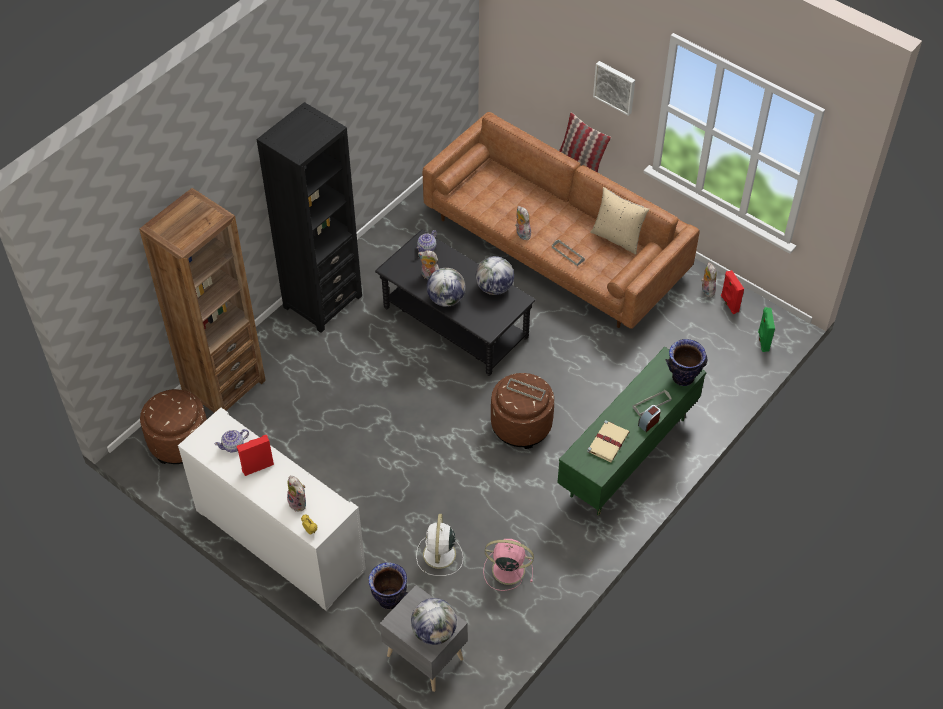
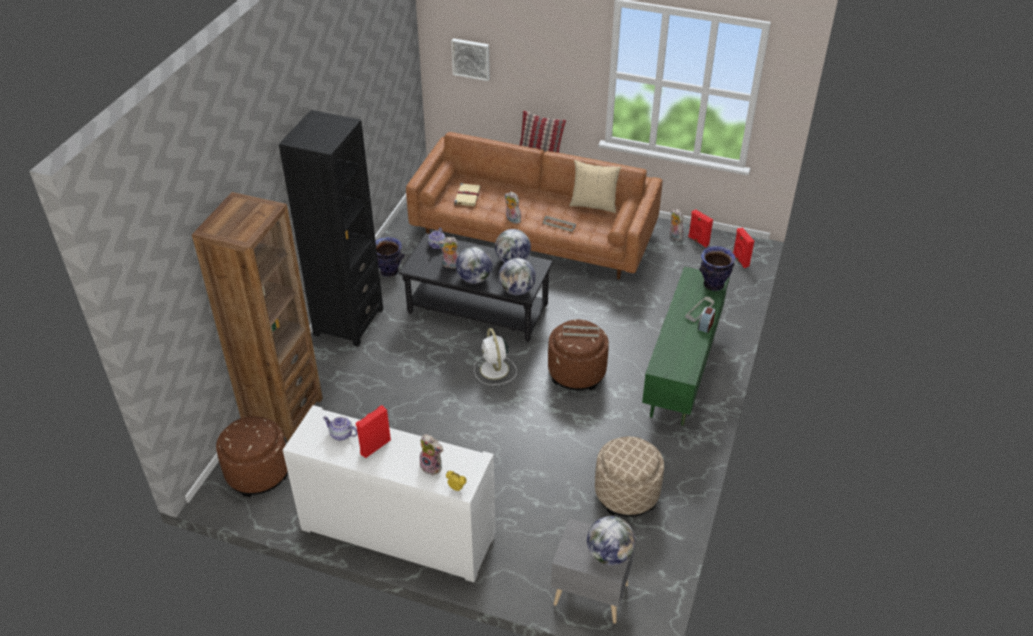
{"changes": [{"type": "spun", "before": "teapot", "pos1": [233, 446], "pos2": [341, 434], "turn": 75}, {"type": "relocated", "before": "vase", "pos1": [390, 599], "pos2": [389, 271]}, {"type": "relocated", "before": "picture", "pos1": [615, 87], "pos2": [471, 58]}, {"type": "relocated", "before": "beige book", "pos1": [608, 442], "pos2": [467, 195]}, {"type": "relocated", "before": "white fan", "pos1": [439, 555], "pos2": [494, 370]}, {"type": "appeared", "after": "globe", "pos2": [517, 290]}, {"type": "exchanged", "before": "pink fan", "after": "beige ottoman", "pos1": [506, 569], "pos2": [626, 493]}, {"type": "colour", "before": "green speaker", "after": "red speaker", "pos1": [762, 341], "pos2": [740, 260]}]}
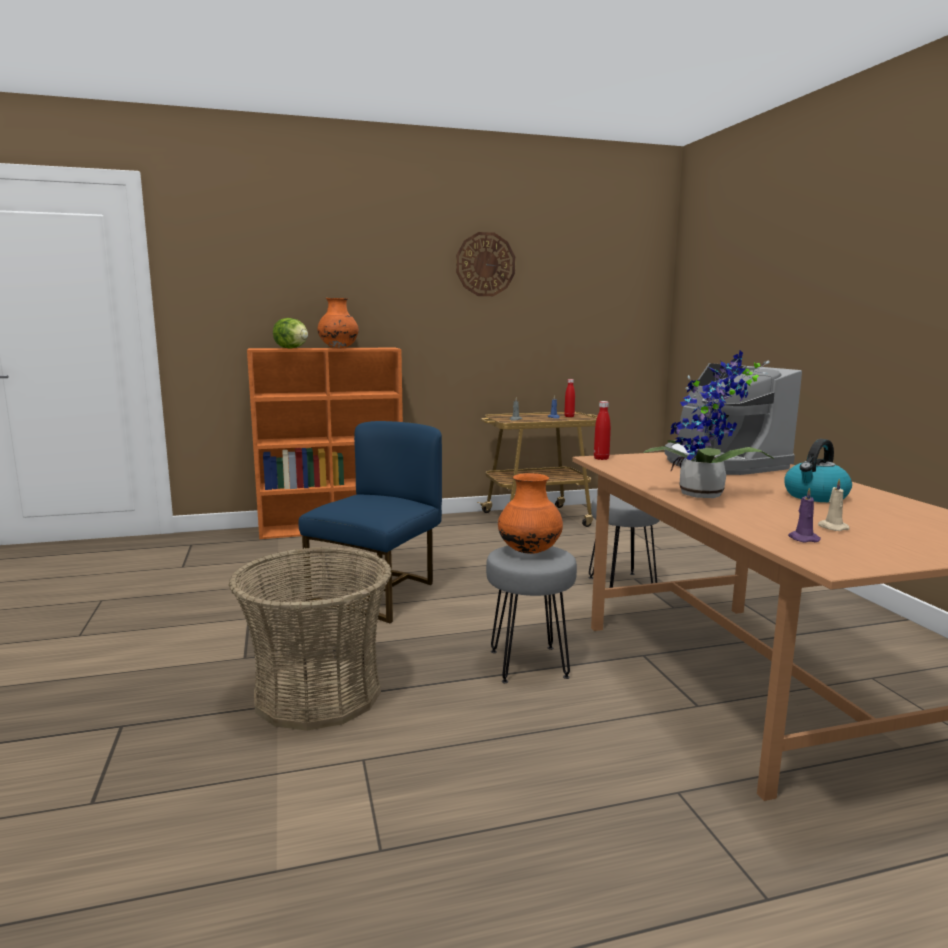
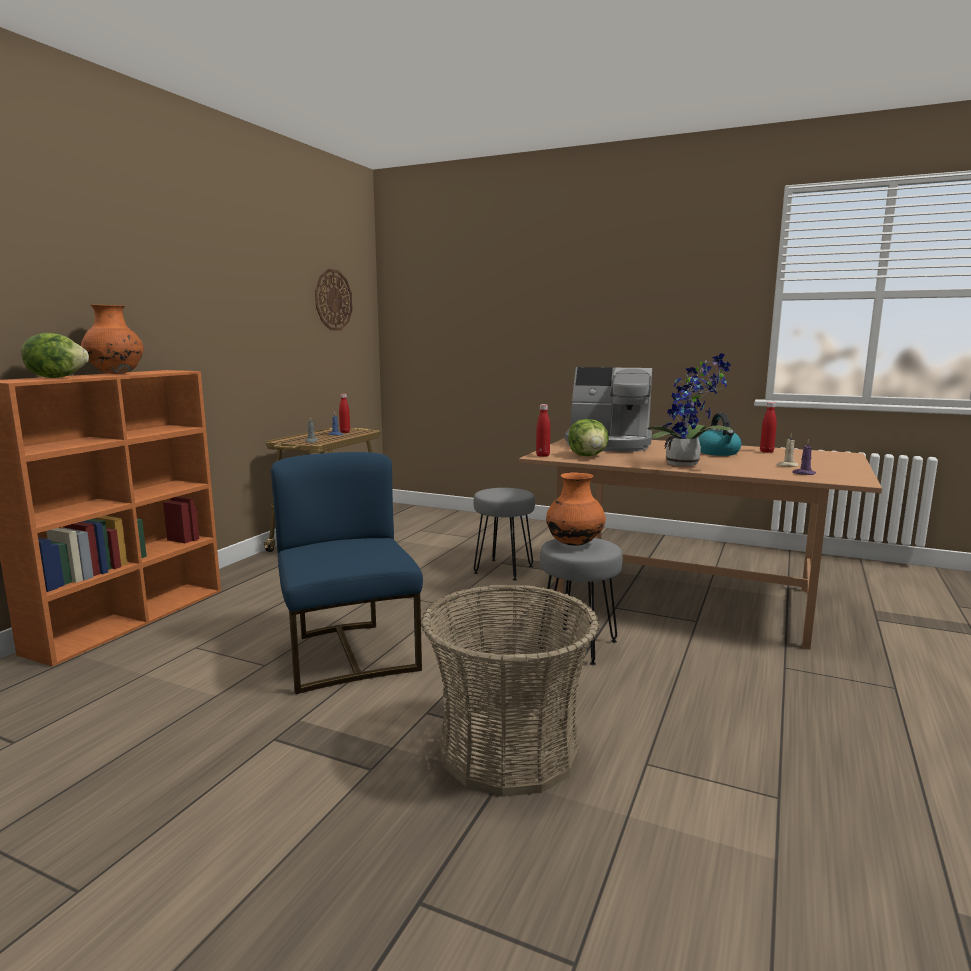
{"changes": [{"type": "relocated", "before": "wall clock", "pos1": [485, 264], "pos2": [333, 300]}, {"type": "appeared", "after": "lettuce", "pos2": [588, 456]}, {"type": "appeared", "after": "red bottle", "pos2": [766, 451]}]}
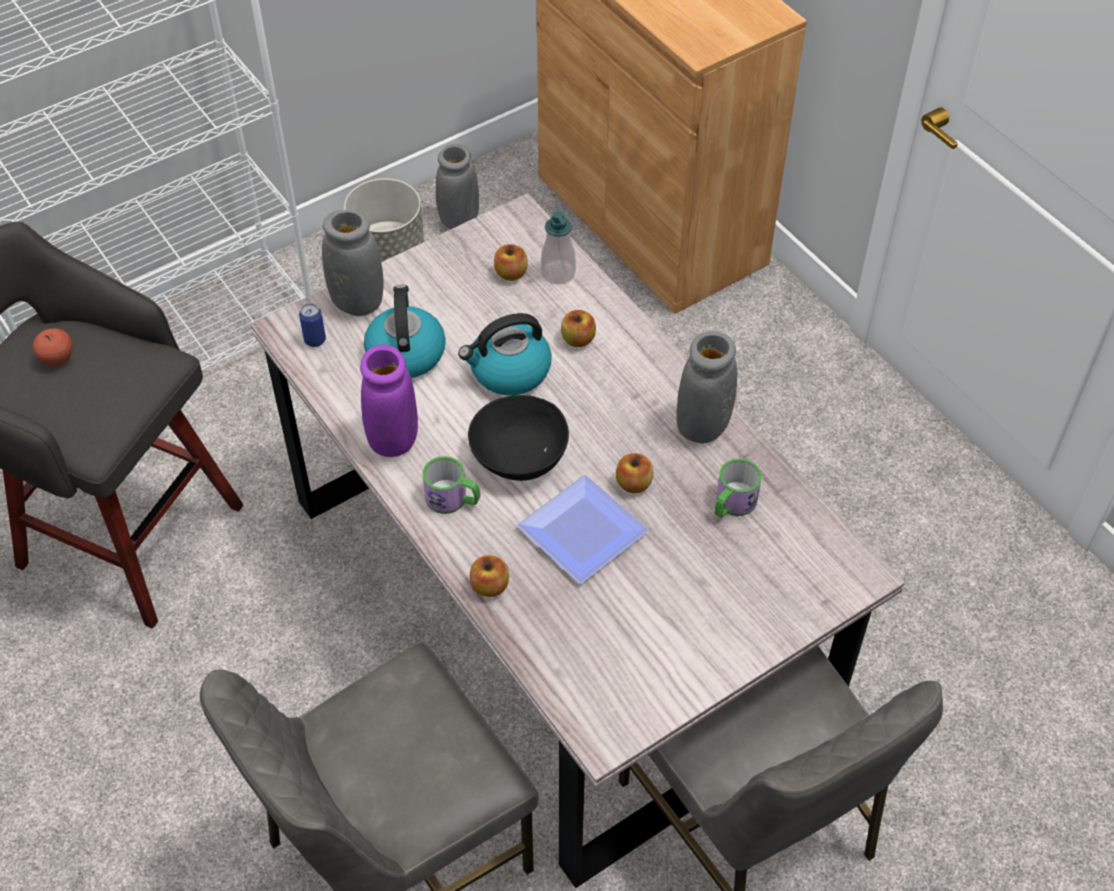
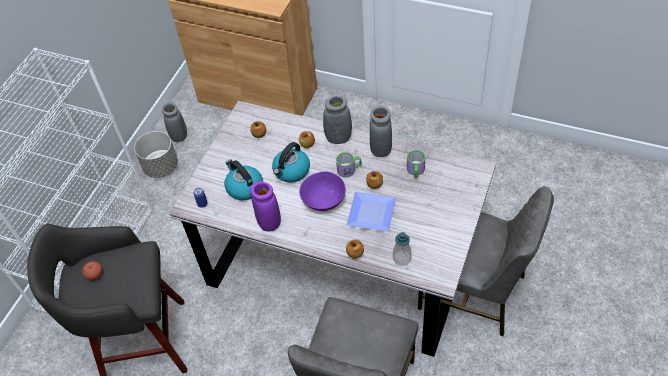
{"changes": [{"type": "colour", "before": "black bowl", "after": "purple bowl", "pos1": [519, 457], "pos2": [323, 200]}, {"type": "relocated", "before": "grey vase", "pos1": [357, 302], "pos2": [338, 138]}, {"type": "relocated", "before": "mug", "pos1": [453, 499], "pos2": [349, 169]}, {"type": "relocated", "before": "soap dispenser", "pos1": [558, 273], "pos2": [402, 258]}]}
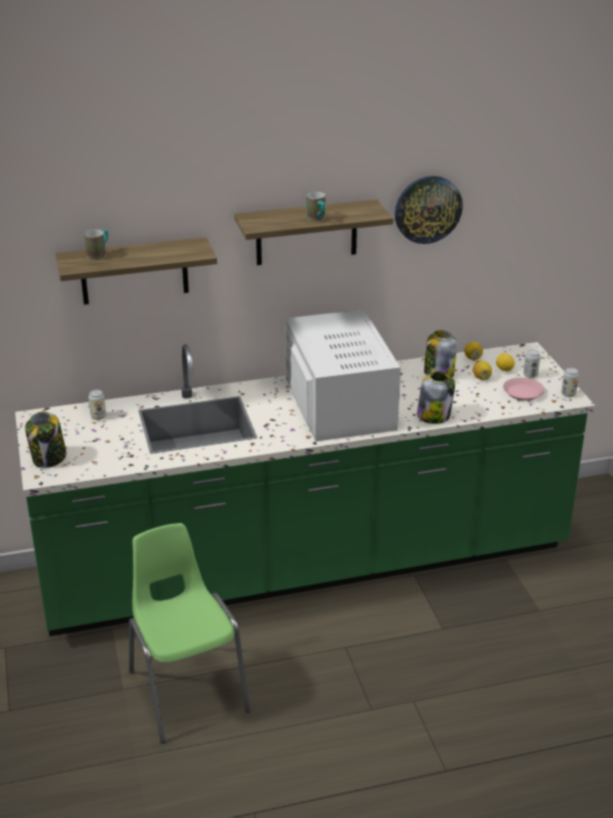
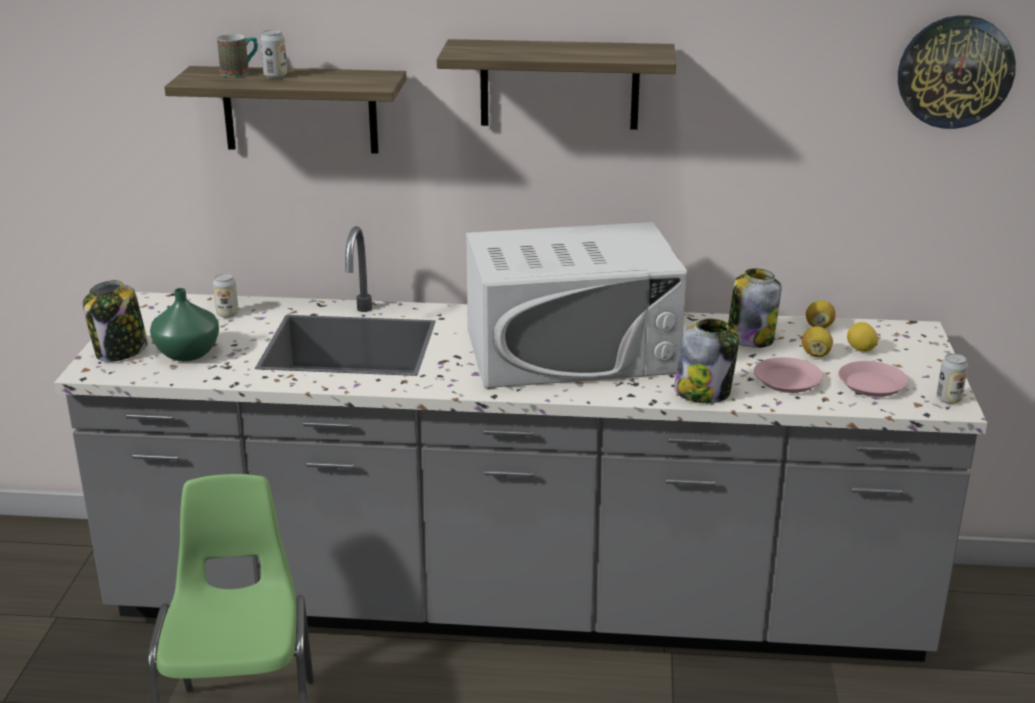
{"changes": [{"type": "colour", "before": "green counter", "after": "grey counter", "pos1": [306, 567], "pos2": [517, 603]}, {"type": "appeared", "after": "green vase", "pos2": [186, 353]}, {"type": "relocated", "before": "can", "pos1": [530, 375], "pos2": [275, 76]}, {"type": "spun", "before": "white microwave", "pos1": [339, 402], "pos2": [571, 351], "turn": 75}, {"type": "appeared", "after": "pink plate", "pos2": [787, 381]}, {"type": "relocated", "before": "wall clock", "pos1": [427, 209], "pos2": [955, 71]}, {"type": "missing", "before": "mug", "pos1": [317, 219]}]}
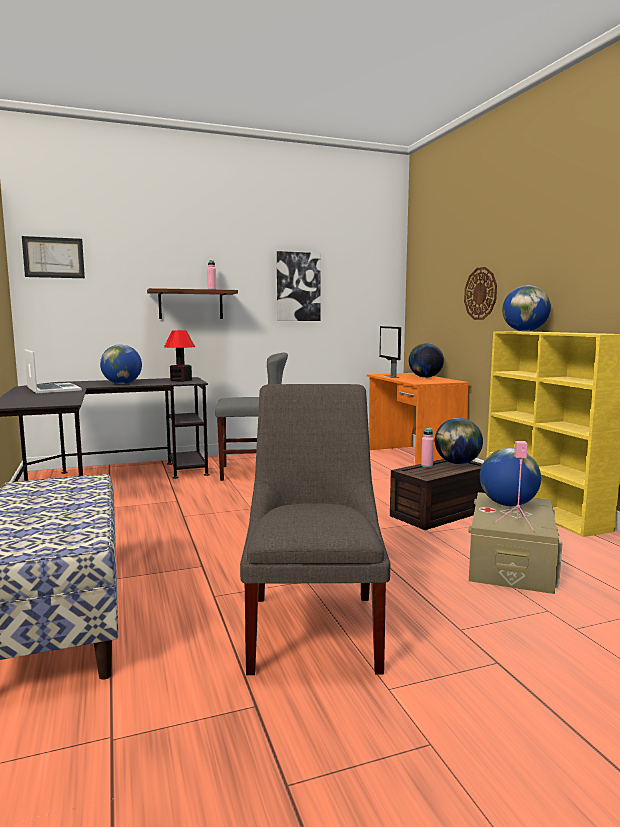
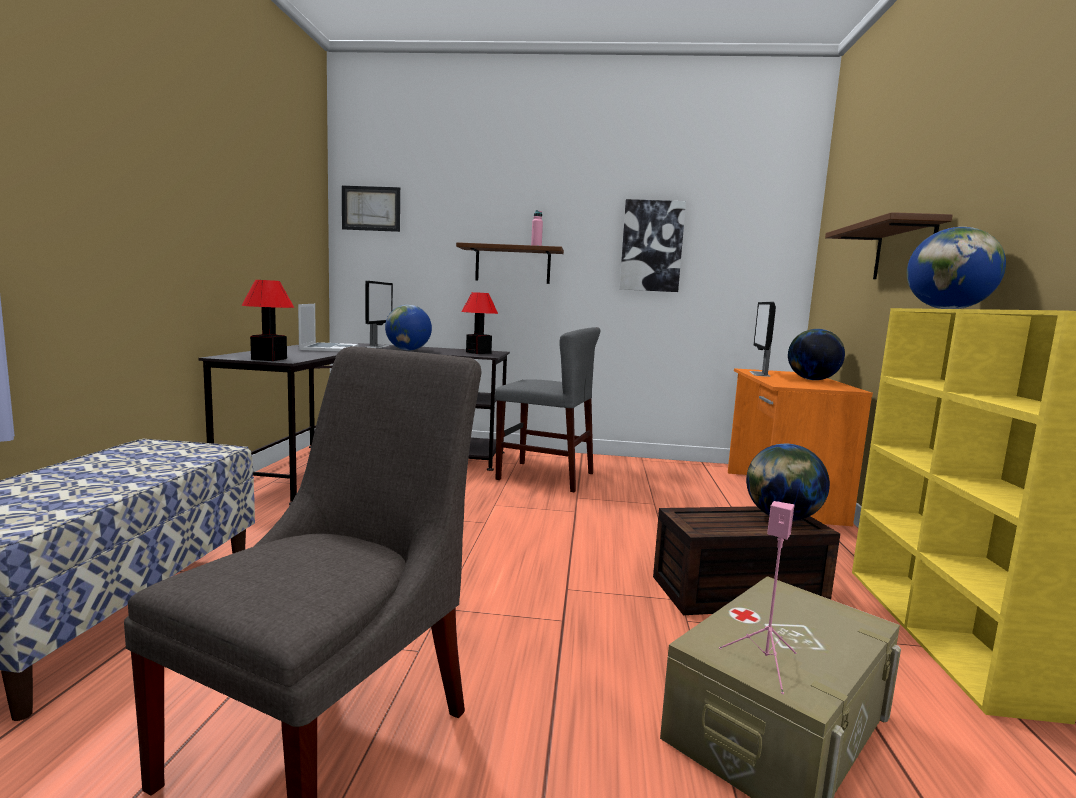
{"changes": [{"type": "appeared", "after": "table lamp", "pos2": [270, 359]}, {"type": "appeared", "after": "monitor", "pos2": [377, 346]}, {"type": "exchanged", "before": "wall clock", "after": "brown shelf", "pos1": [480, 293], "pos2": [904, 251]}, {"type": "missing", "before": "pink bottle", "pos1": [426, 466]}, {"type": "missing", "before": "globe", "pos1": [508, 504]}]}
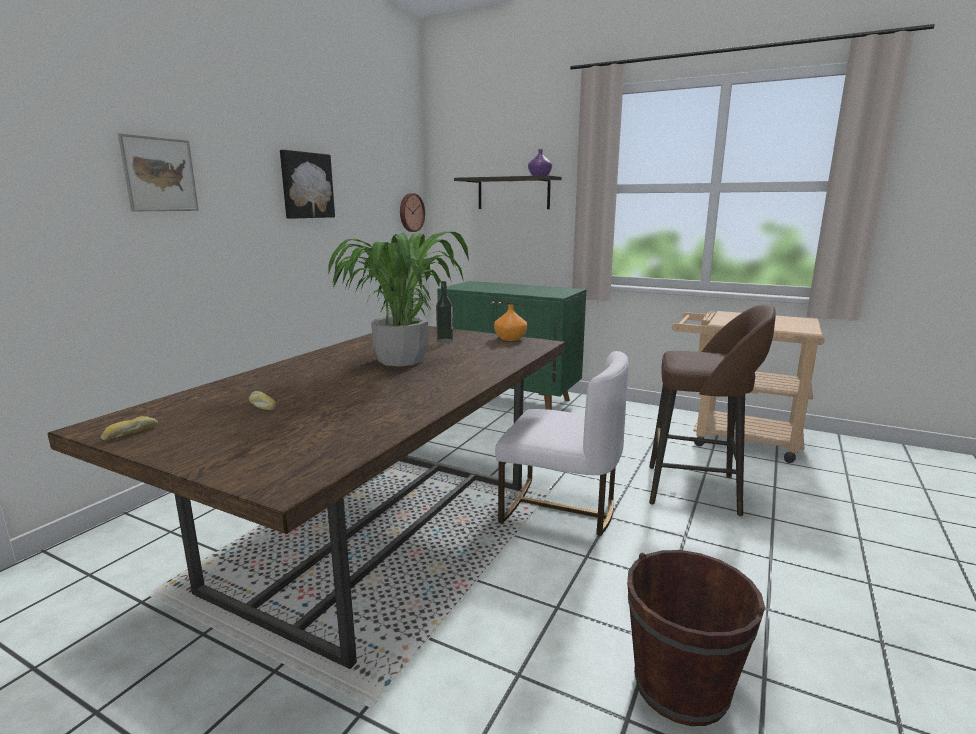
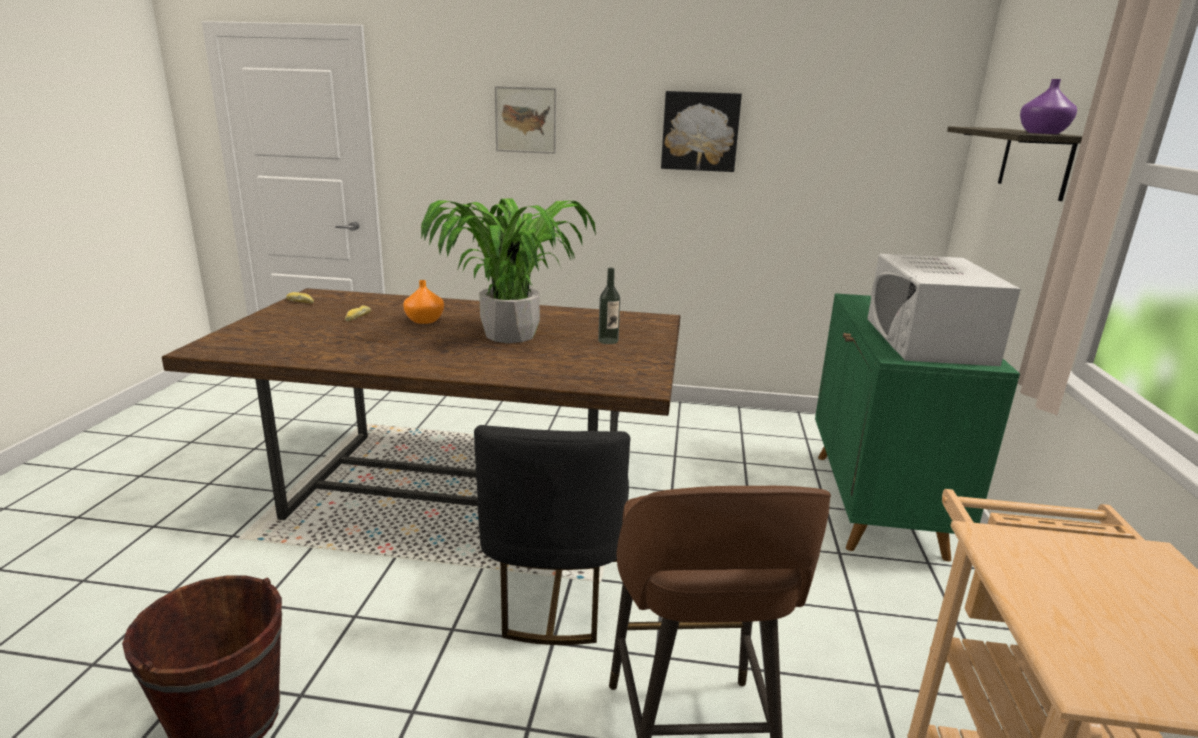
{"changes": [{"type": "relocated", "before": "orange vase", "pos1": [511, 339], "pos2": [424, 321]}, {"type": "colour", "before": "white chair", "after": "black chair", "pos1": [560, 509], "pos2": [554, 595]}, {"type": "appeared", "after": "white microwave", "pos2": [928, 341]}, {"type": "missing", "before": "wall clock", "pos1": [410, 212]}]}
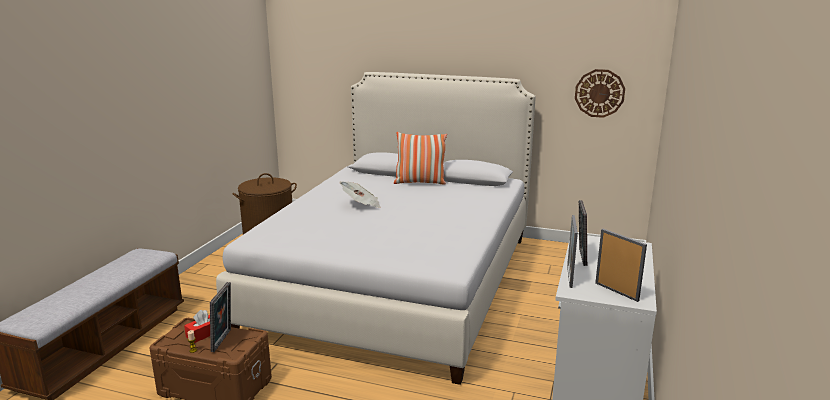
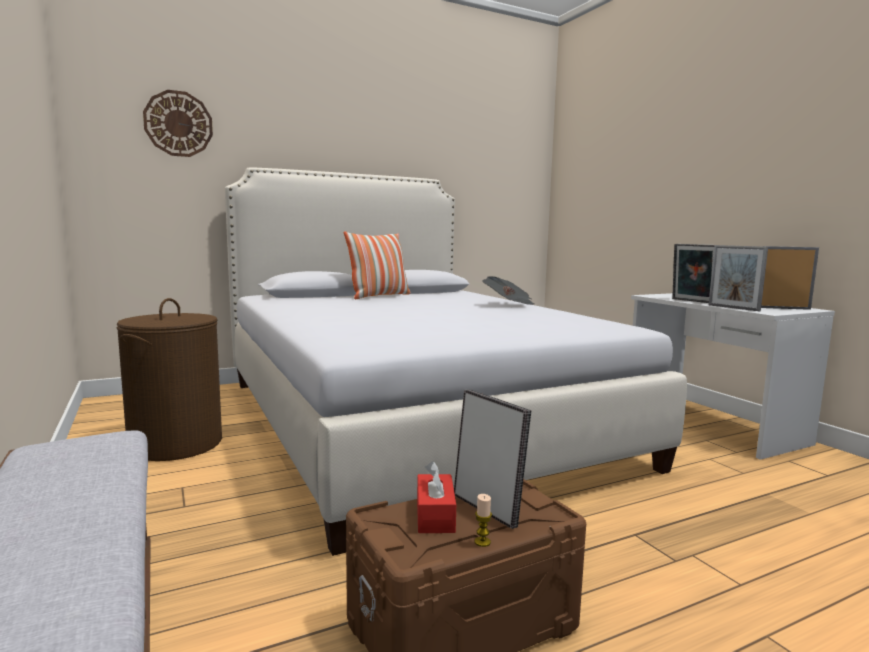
{"changes": [{"type": "relocated", "before": "wall clock", "pos1": [599, 93], "pos2": [178, 124]}, {"type": "relocated", "before": "newspaper", "pos1": [361, 205], "pos2": [509, 305]}]}
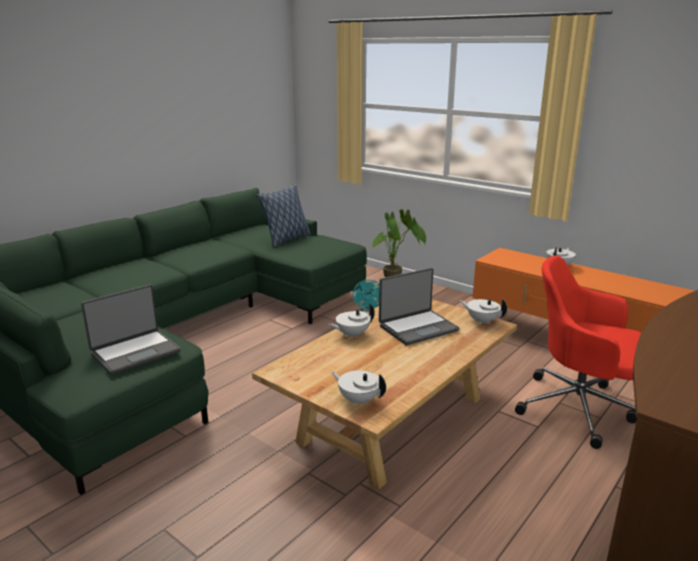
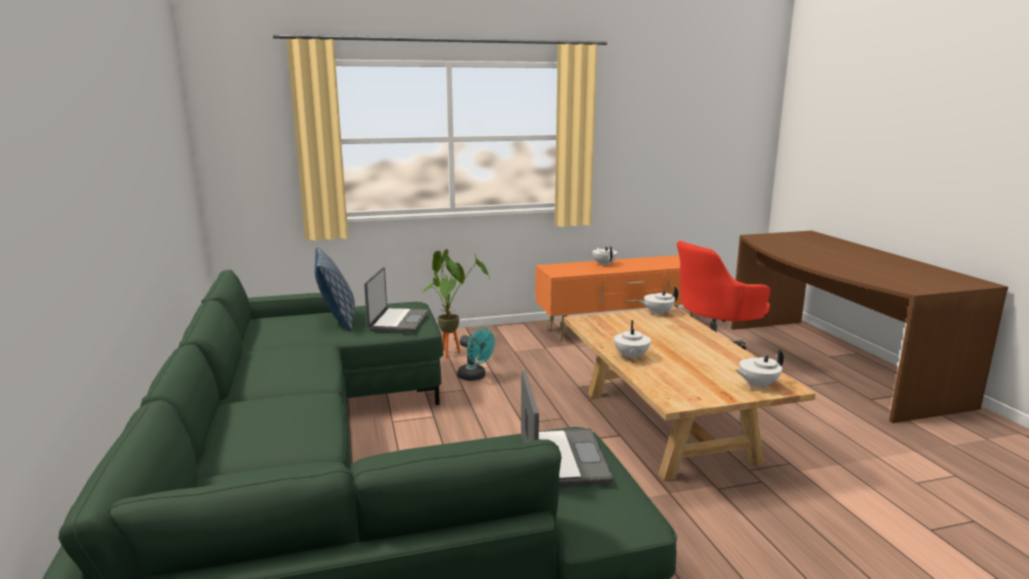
{"changes": [{"type": "relocated", "before": "laptop", "pos1": [417, 328], "pos2": [397, 321]}]}
